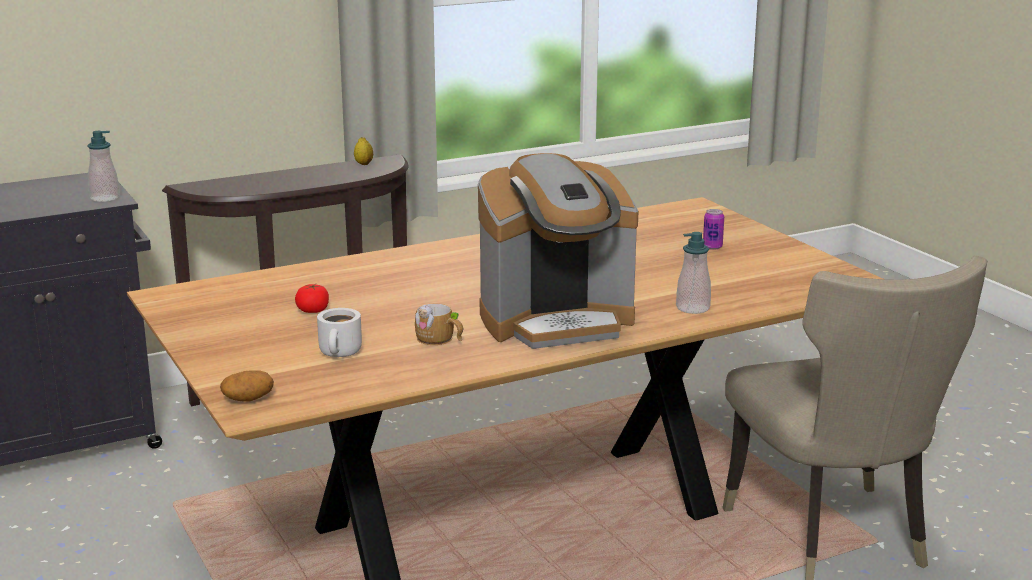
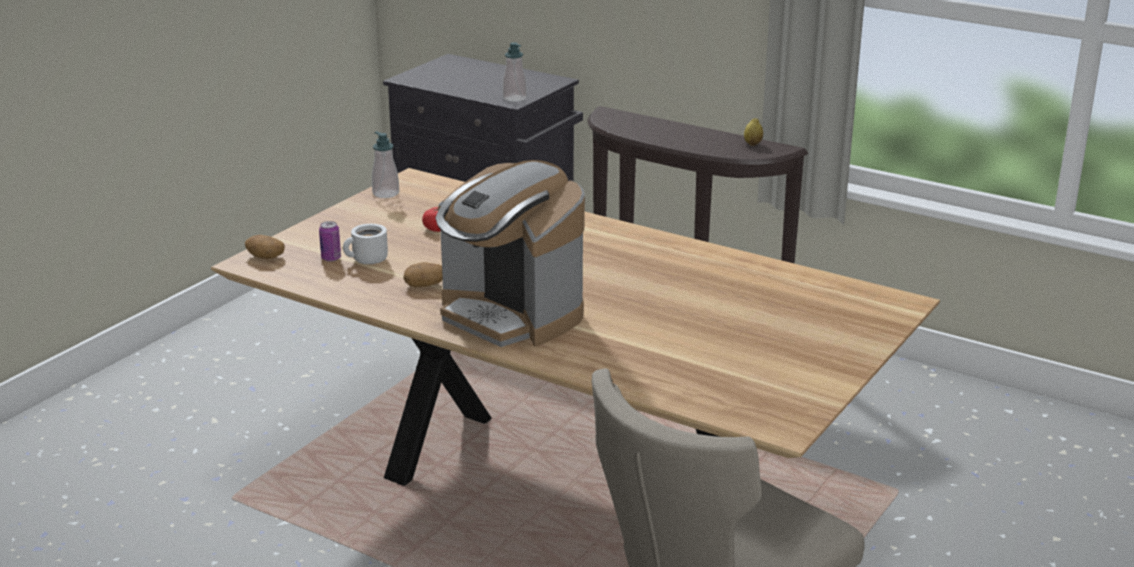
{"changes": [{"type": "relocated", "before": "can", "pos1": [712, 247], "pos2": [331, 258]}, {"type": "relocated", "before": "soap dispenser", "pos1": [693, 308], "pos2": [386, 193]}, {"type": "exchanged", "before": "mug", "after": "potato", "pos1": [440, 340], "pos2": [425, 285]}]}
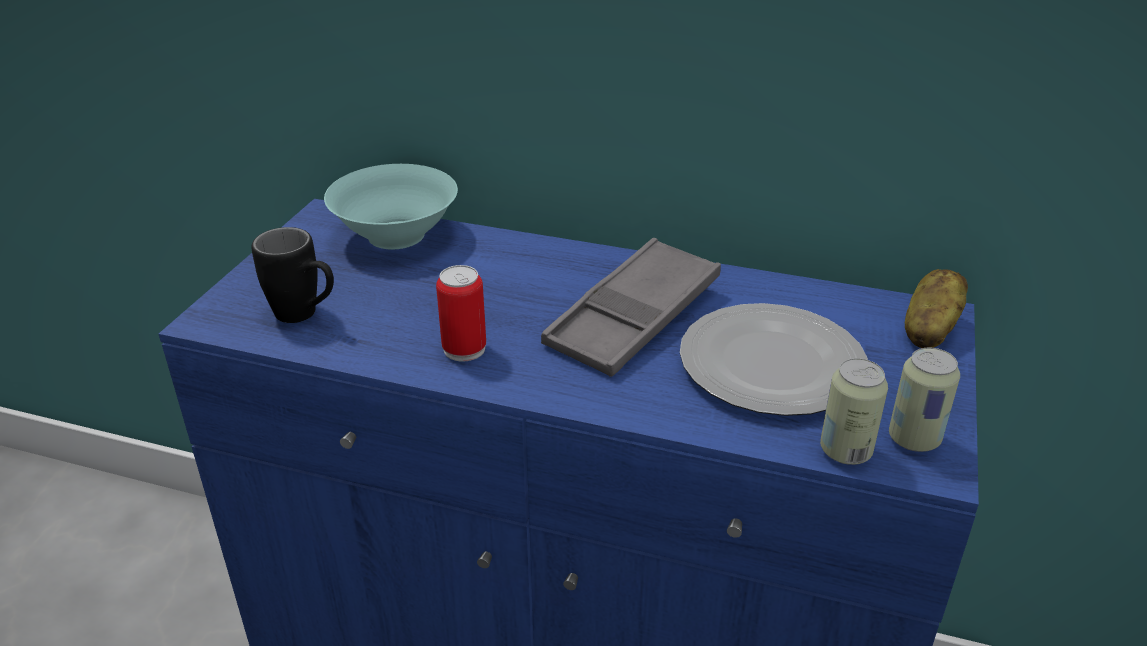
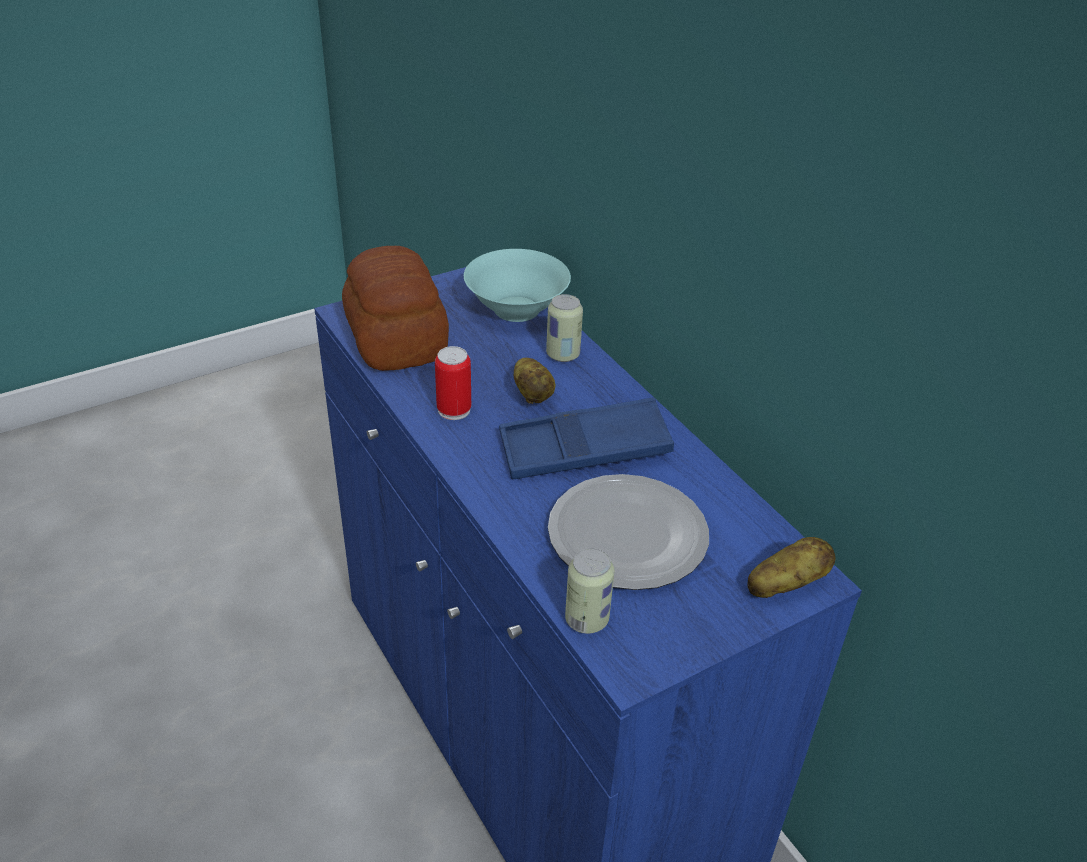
{"changes": [{"type": "exchanged", "before": "black mug", "after": "bread", "pos1": [306, 316], "pos2": [397, 338]}, {"type": "colour", "before": "grey tray", "after": "blue tray", "pos1": [633, 317], "pos2": [584, 449]}, {"type": "appeared", "after": "potato", "pos2": [533, 395]}, {"type": "relocated", "before": "can", "pos1": [914, 439], "pos2": [563, 355]}]}
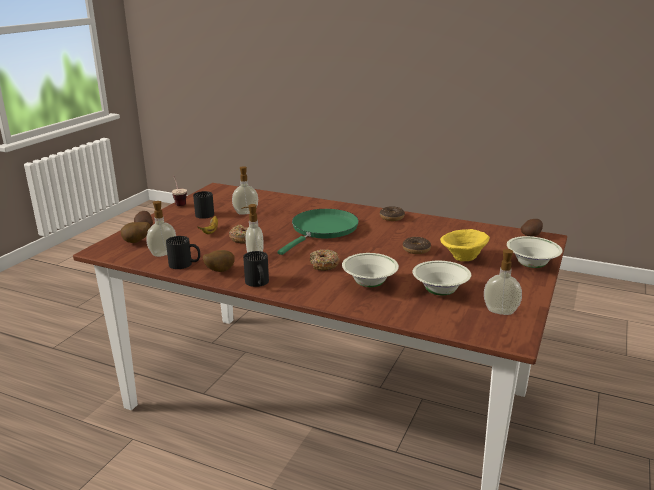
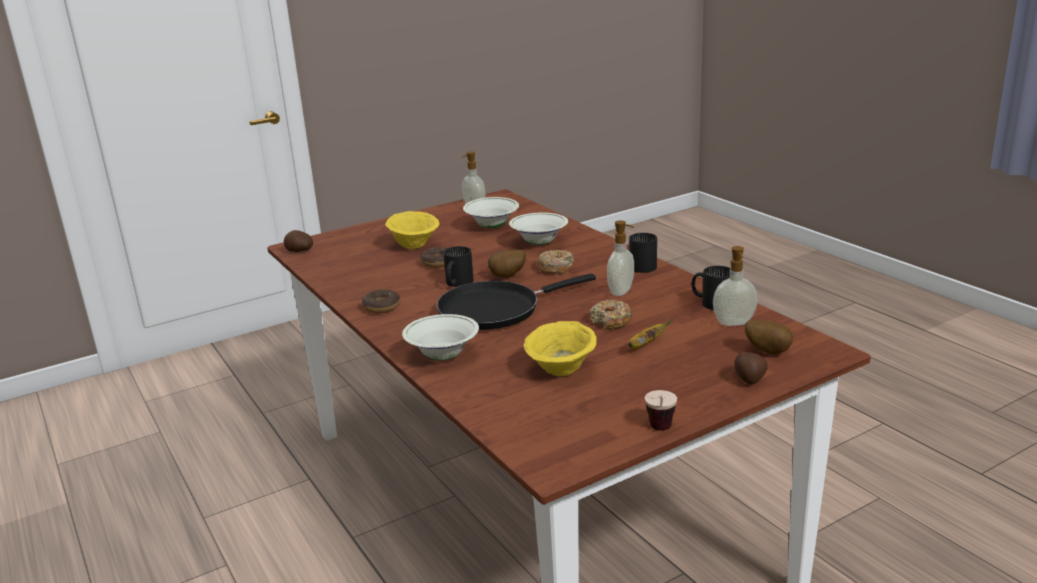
{"changes": [{"type": "relocated", "before": "white bowl", "pos1": [531, 265], "pos2": [443, 356]}, {"type": "colour", "before": "green frying pan", "after": "black frying pan", "pos1": [322, 230], "pos2": [495, 309]}, {"type": "relocated", "before": "black mug", "pos1": [205, 213], "pos2": [456, 283]}, {"type": "relocated", "before": "potato", "pos1": [219, 271], "pos2": [508, 277]}, {"type": "exchanged", "before": "soap dispenser", "after": "yellow bowl", "pos1": [245, 212], "pos2": [562, 370]}]}
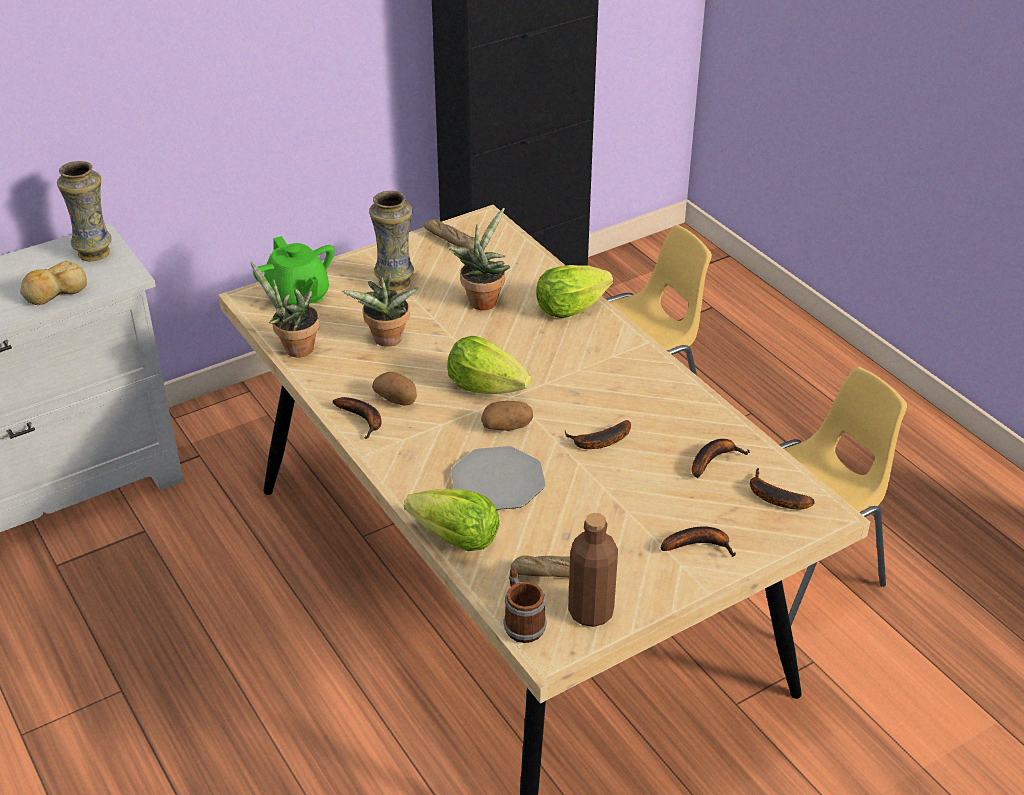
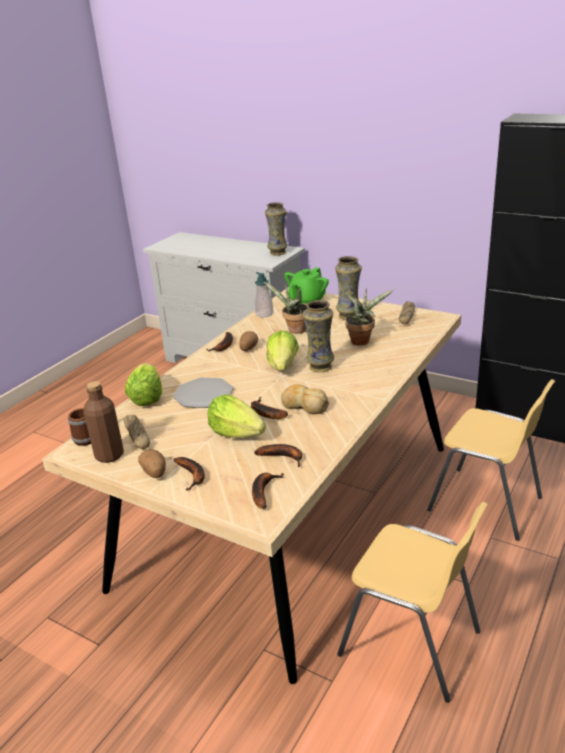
{"changes": [{"type": "relocated", "before": "potato", "pos1": [507, 426], "pos2": [155, 472]}, {"type": "relocated", "before": "lettuce", "pos1": [570, 308], "pos2": [236, 433]}, {"type": "exchanged", "before": "potted plant", "after": "soap dispenser", "pos1": [294, 348], "pos2": [264, 314]}, {"type": "relocated", "before": "bread", "pos1": [54, 292], "pos2": [304, 405]}, {"type": "appeared", "after": "vase", "pos2": [320, 367]}]}
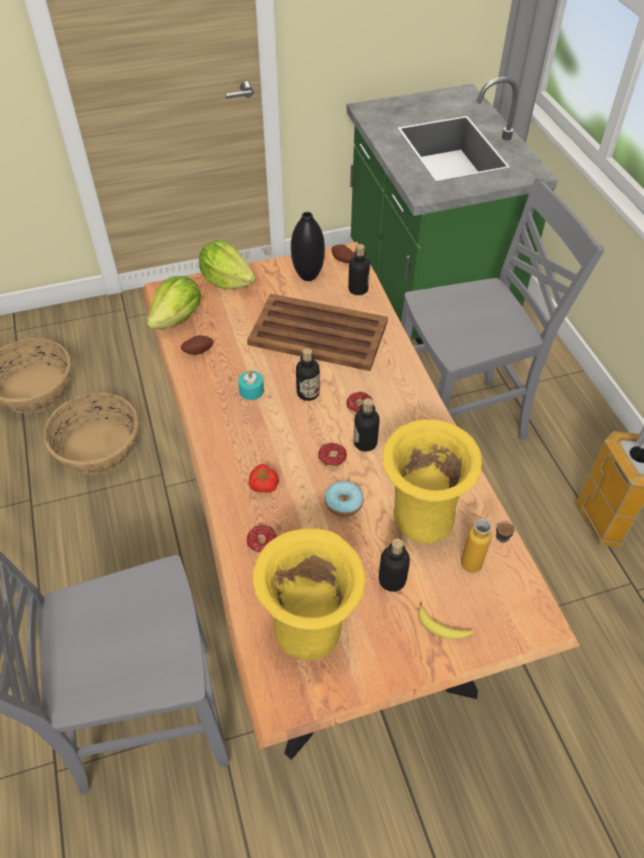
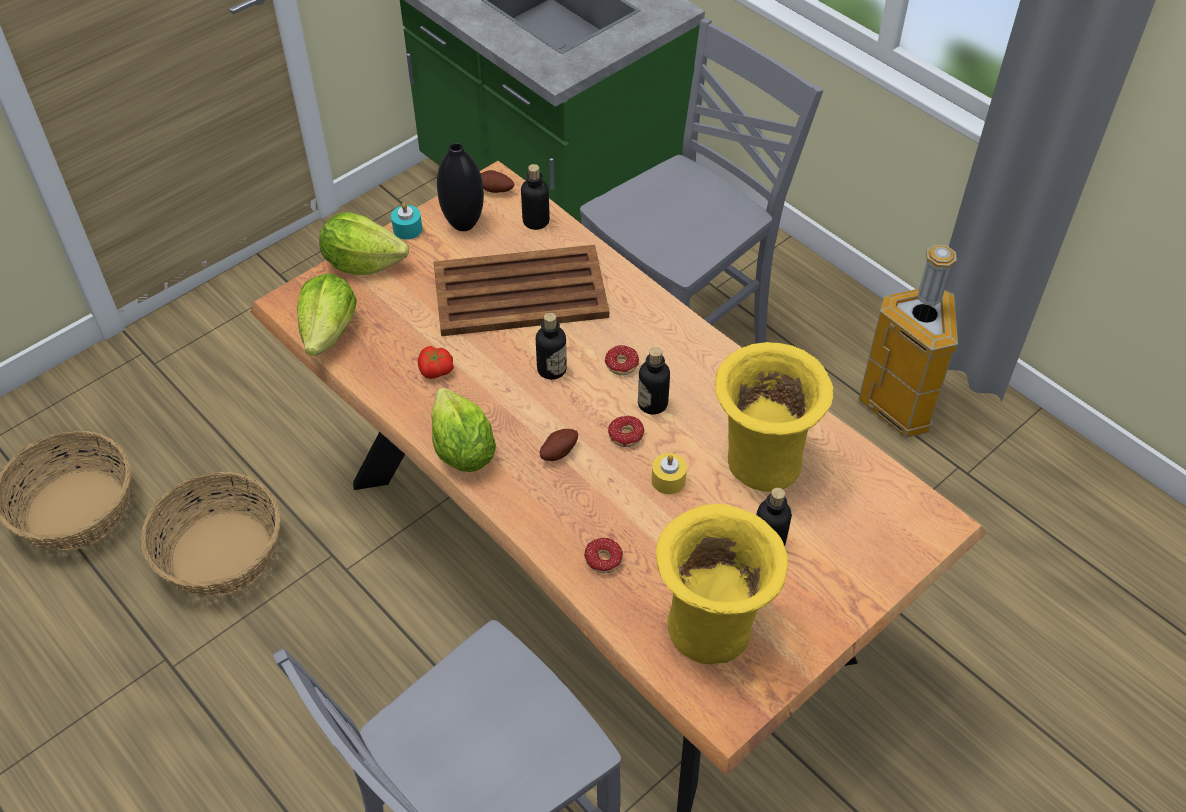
{"changes": [{"type": "relocated", "before": "turquoise candle", "pos1": [251, 390], "pos2": [407, 229]}, {"type": "relocated", "before": "tomato", "pos1": [263, 485], "pos2": [435, 371]}, {"type": "appeared", "after": "lettuce", "pos2": [462, 450]}, {"type": "relocated", "before": "potato", "pos1": [198, 350], "pos2": [558, 451]}, {"type": "exchanged", "before": "donut", "after": "yellow candle", "pos1": [344, 503], "pos2": [668, 480]}, {"type": "missing", "before": "banana", "pos1": [442, 627]}, {"type": "missing", "before": "bottle", "pos1": [480, 566]}]}
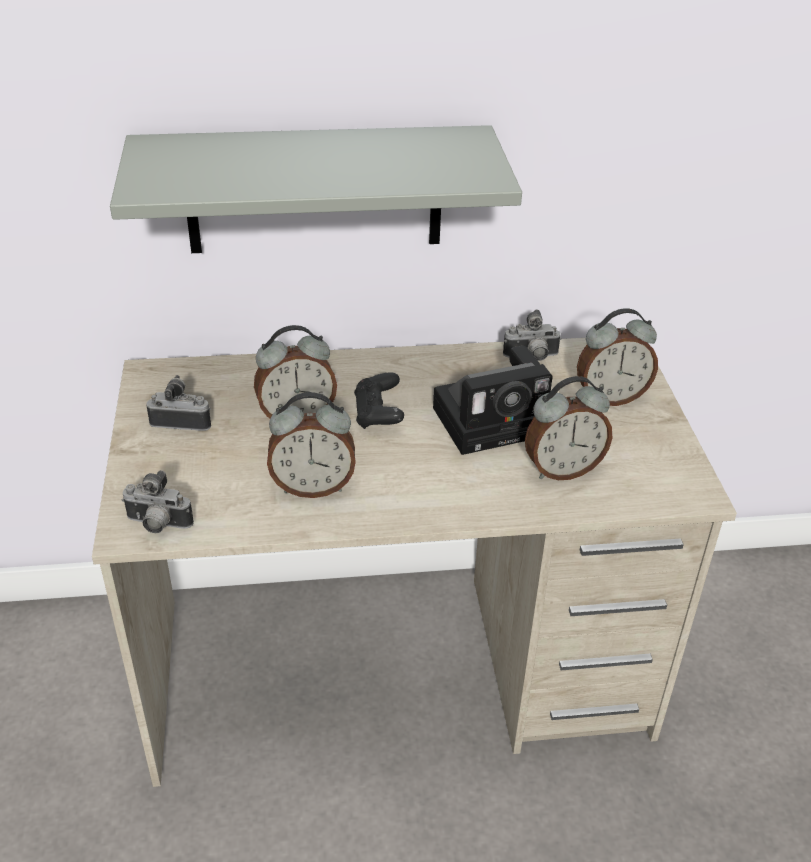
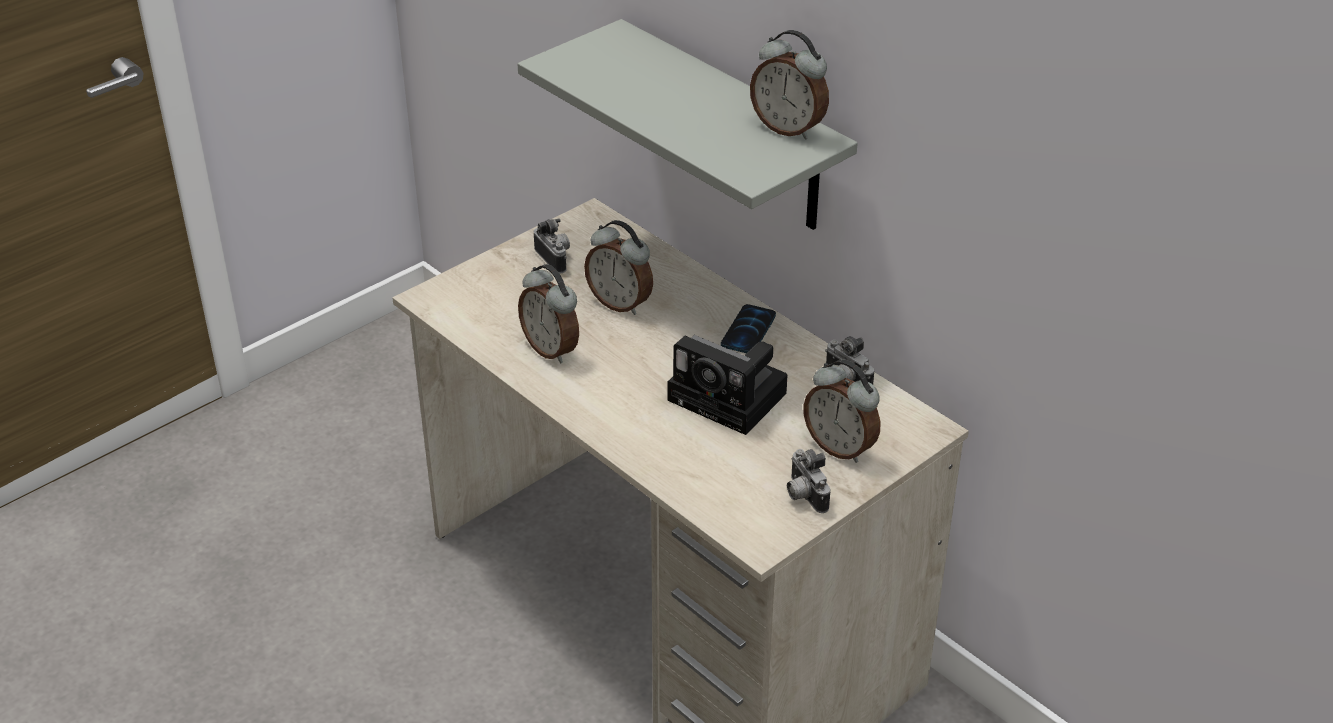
{"changes": [{"type": "appeared", "after": "phone", "pos2": [748, 330]}, {"type": "relocated", "before": "alarm clock", "pos1": [562, 469], "pos2": [788, 128]}, {"type": "relocated", "before": "photo camera", "pos1": [157, 525], "pos2": [803, 496]}, {"type": "missing", "before": "black game controller", "pos1": [378, 415]}]}
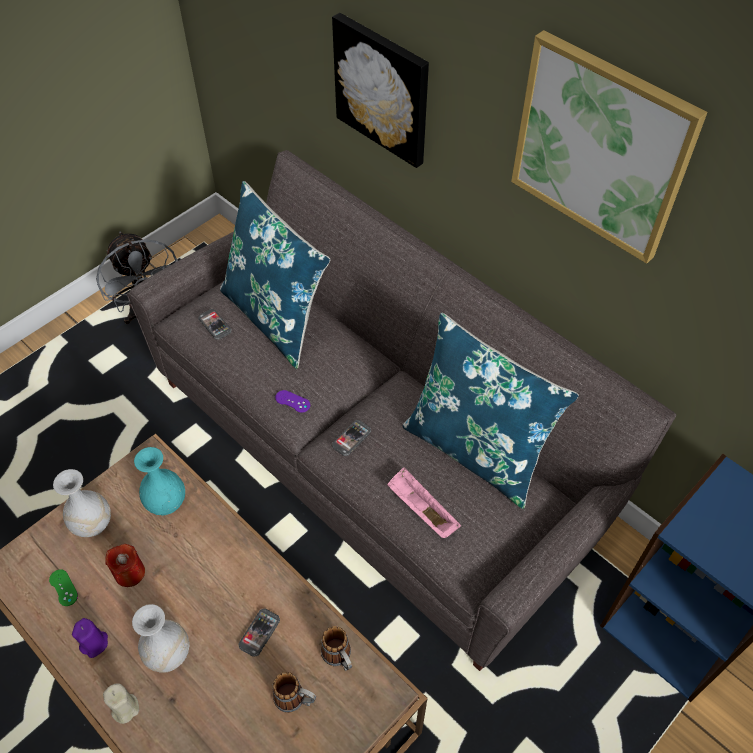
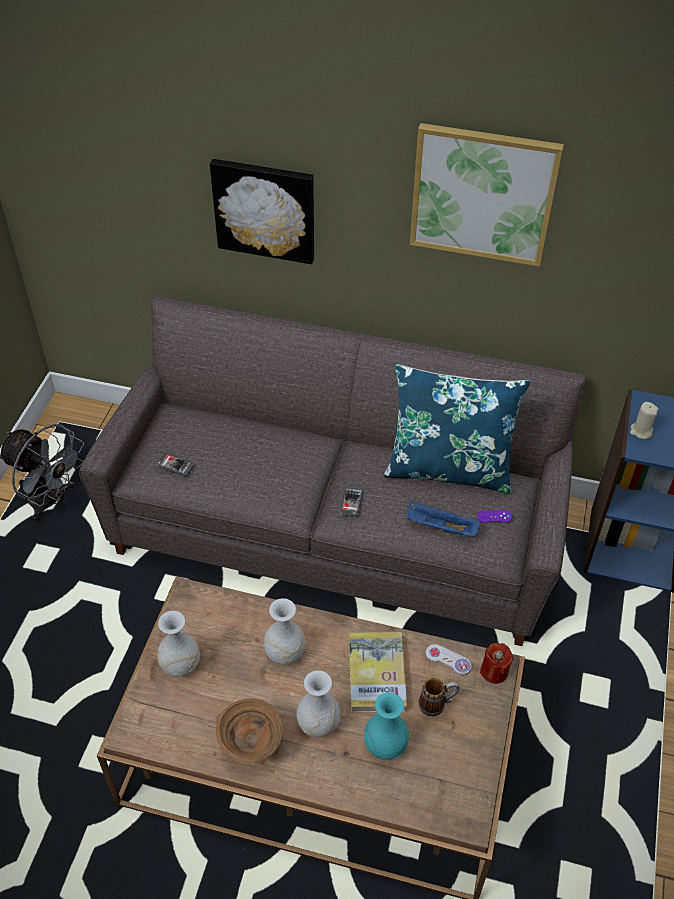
{"changes": [{"type": "exchanged", "before": "purple candle", "after": "brown bowl", "pos1": [94, 643], "pos2": [252, 747]}, {"type": "appeared", "after": "white vase", "pos2": [284, 653]}, {"type": "exchanged", "before": "phone", "after": "book", "pos1": [259, 632], "pos2": [376, 674]}, {"type": "relocated", "before": "turquoise vase", "pos1": [167, 502], "pos2": [385, 745]}, {"type": "colour", "before": "pink tray", "after": "blue tray", "pos1": [421, 510], "pos2": [440, 527]}, {"type": "exchanged", "before": "mug", "after": "white game controller", "pos1": [339, 658], "pos2": [448, 660]}, {"type": "relocated", "before": "purple game controller", "pos1": [292, 401], "pos2": [494, 517]}, {"type": "relocated", "before": "red candle", "pos1": [129, 573], "pos2": [494, 671]}, {"type": "relocated", "before": "beige candle", "pos1": [124, 708], "pos2": [641, 431]}, {"type": "missing", "before": "green game controller", "pos1": [63, 587]}, {"type": "missing", "before": "blue pillow", "pos1": [276, 317]}]}
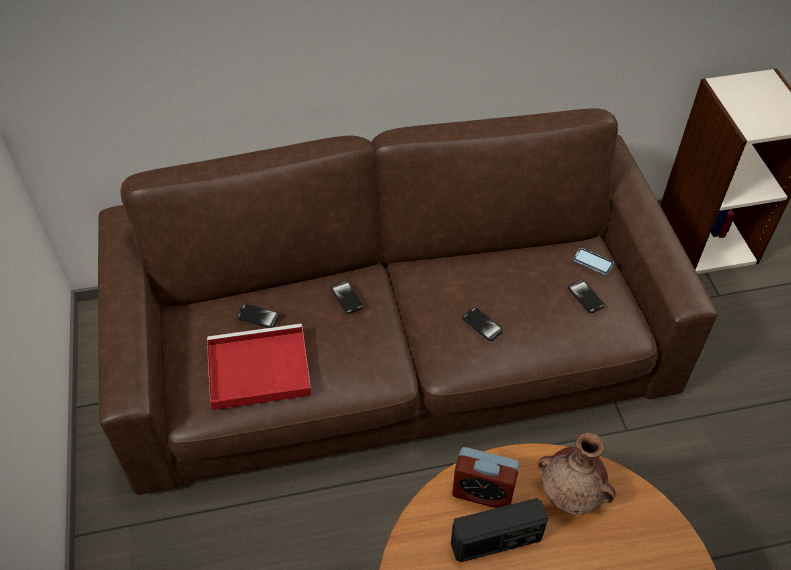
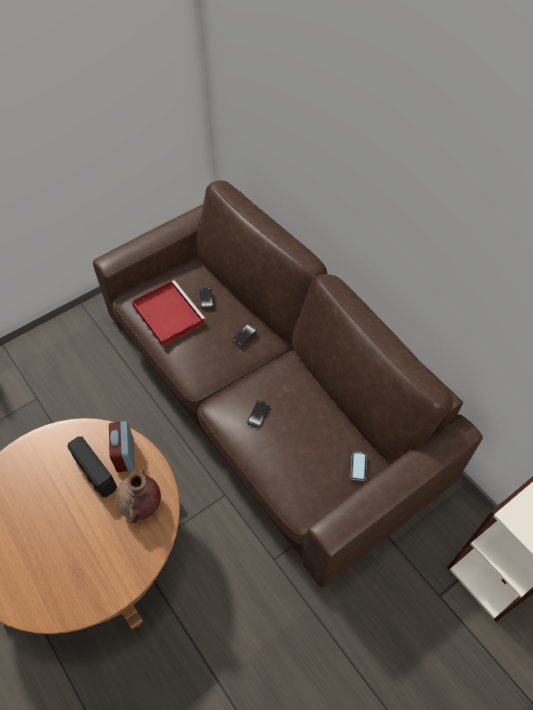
{"changes": [{"type": "missing", "before": "phone", "pos1": [585, 297]}]}
